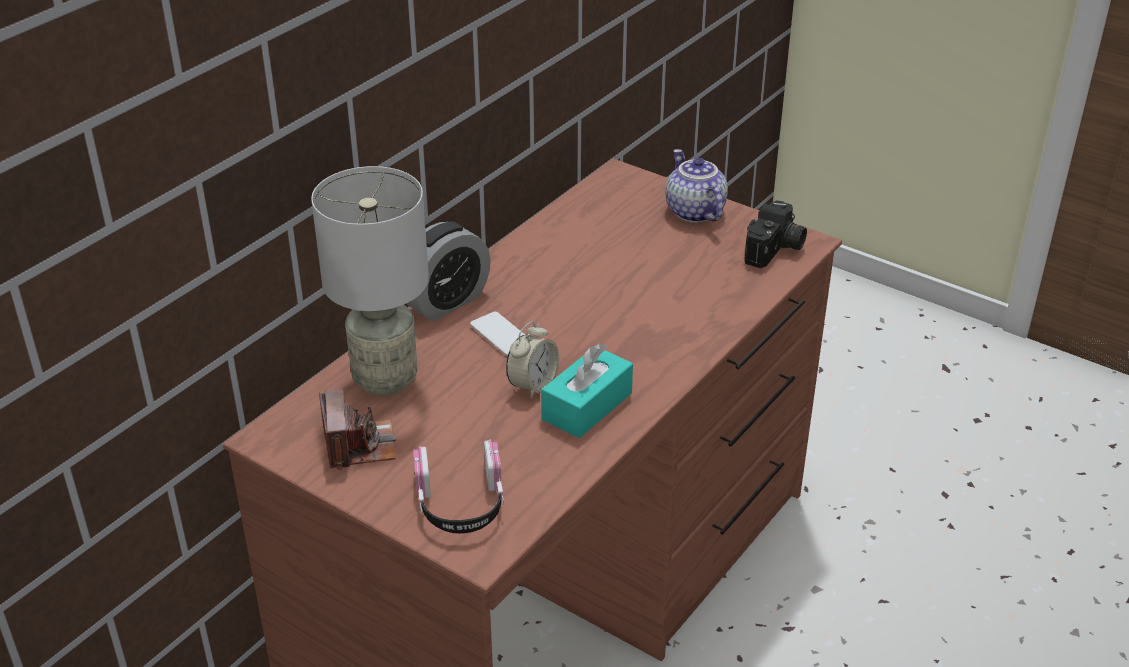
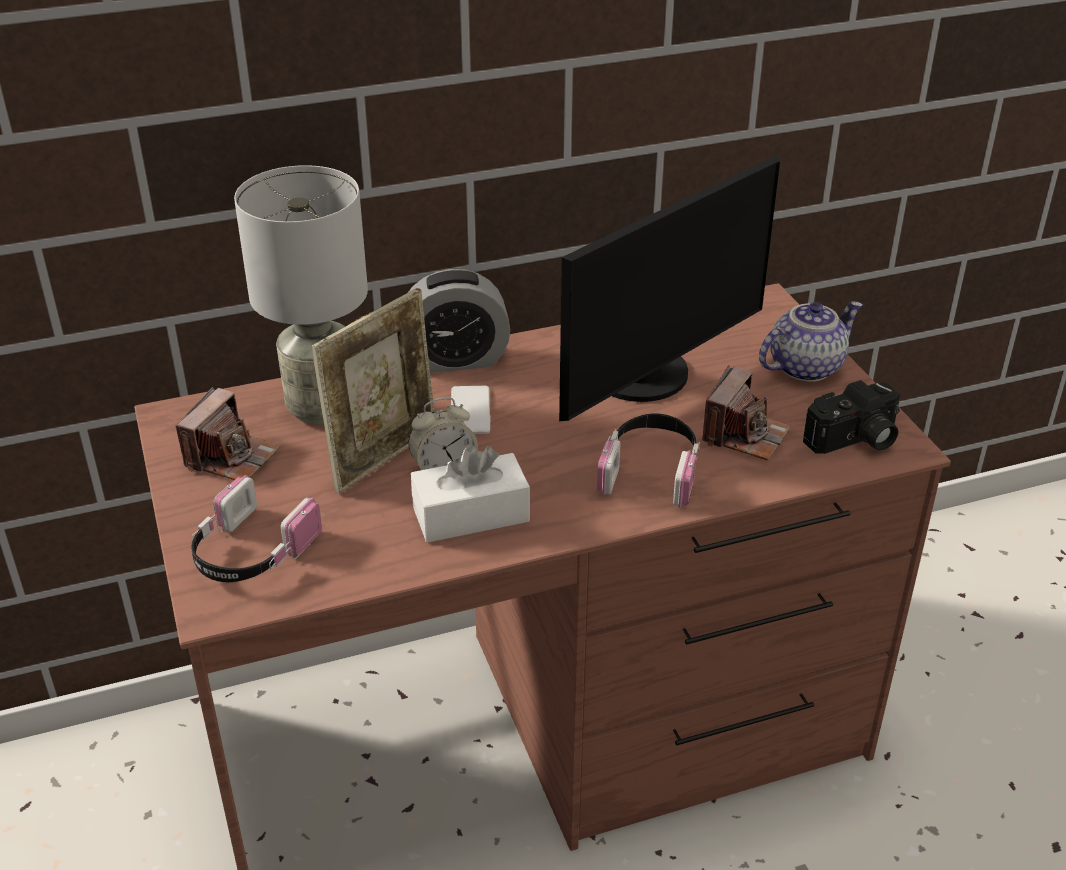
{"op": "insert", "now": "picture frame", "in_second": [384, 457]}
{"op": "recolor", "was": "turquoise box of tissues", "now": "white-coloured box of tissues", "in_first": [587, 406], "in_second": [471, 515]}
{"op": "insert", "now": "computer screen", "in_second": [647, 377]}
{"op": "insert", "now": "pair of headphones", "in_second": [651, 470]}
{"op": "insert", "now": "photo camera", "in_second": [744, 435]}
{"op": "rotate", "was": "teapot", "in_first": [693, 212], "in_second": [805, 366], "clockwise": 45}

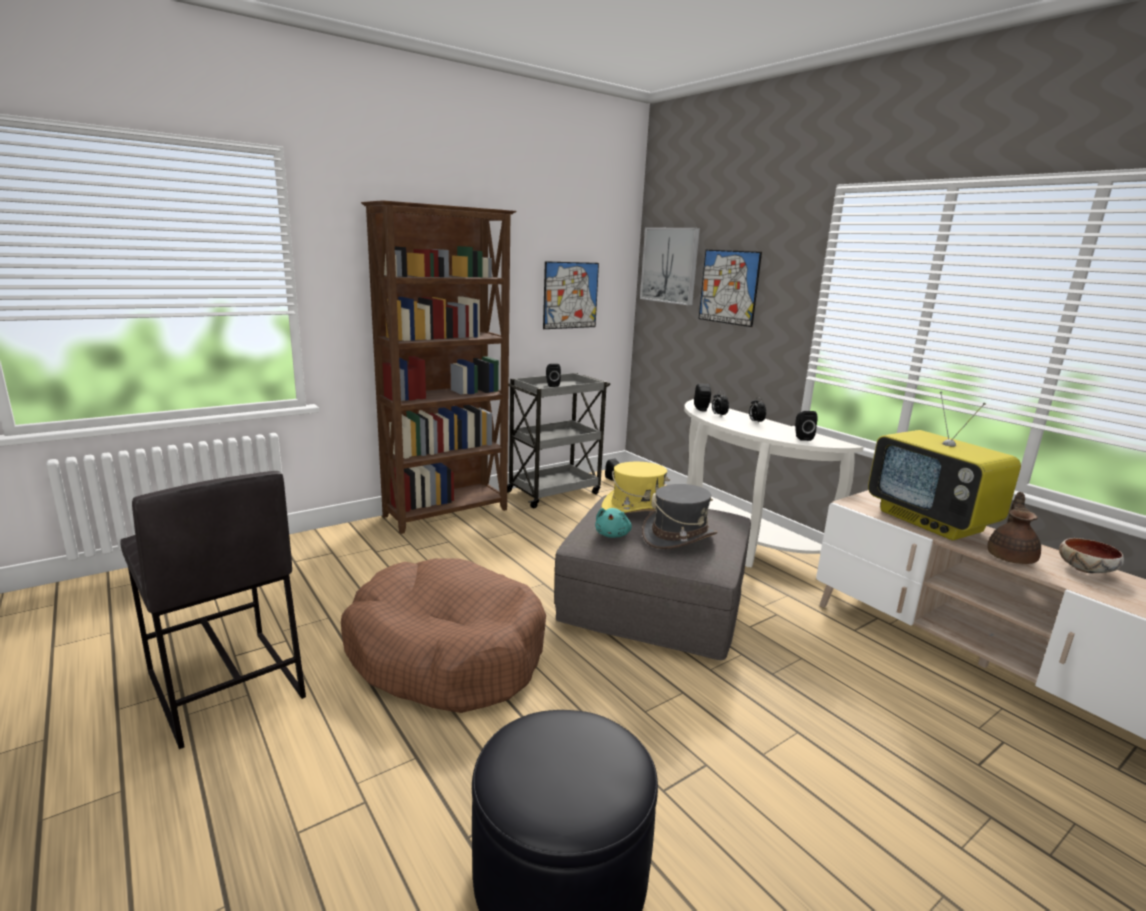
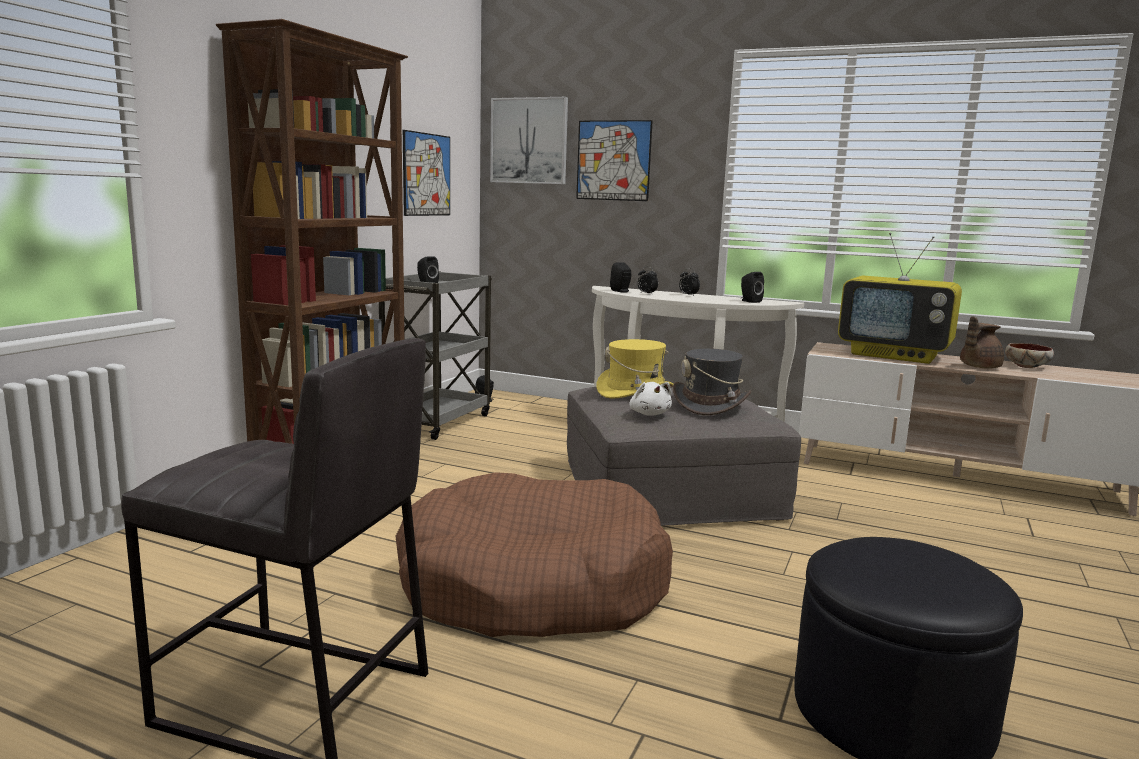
{"op": "recolor", "was": "turquoise soft toy", "now": "white-coloured soft toy", "in_first": [612, 534], "in_second": [649, 414]}
{"op": "rotate", "was": "brown teapot", "in_first": [1011, 557], "in_second": [978, 367], "clockwise": -120}

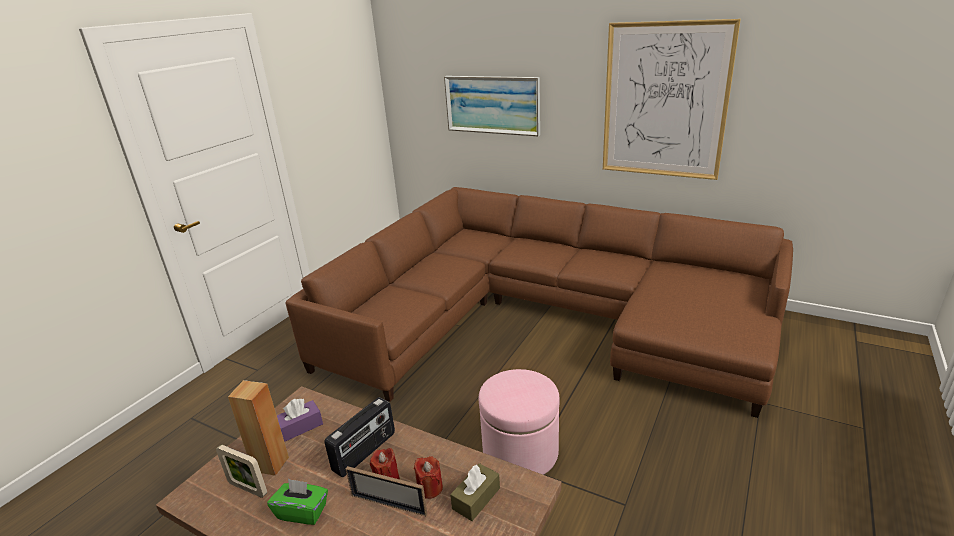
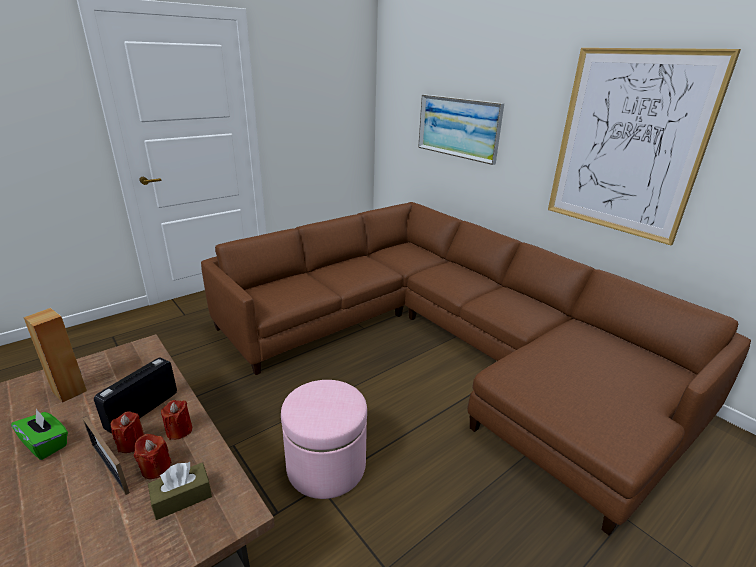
{"op": "rotate", "was": "radio receiver", "in_first": [365, 452], "in_second": [142, 410], "clockwise": 150}
{"op": "insert", "now": "red wax candle", "in_second": [179, 430]}
{"op": "delete", "was": "picture frame", "in_first": [248, 489]}
{"op": "delete", "was": "purple-coloured box of tissues", "in_first": [300, 427]}

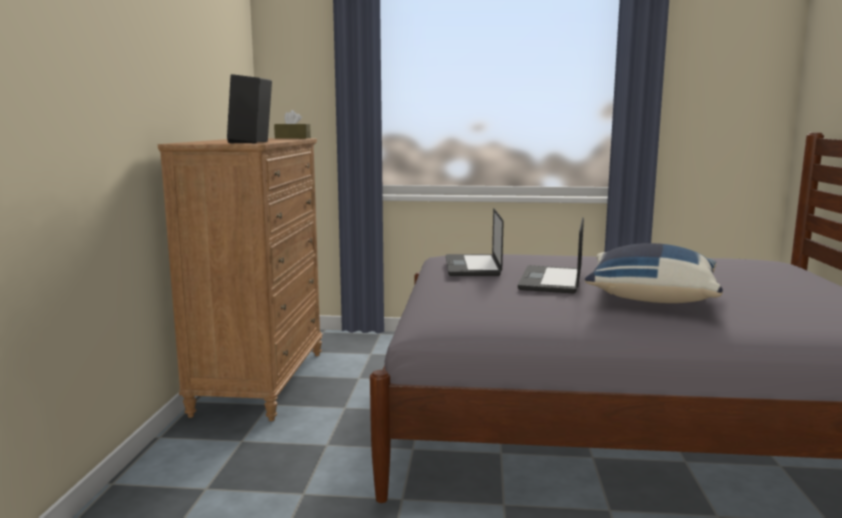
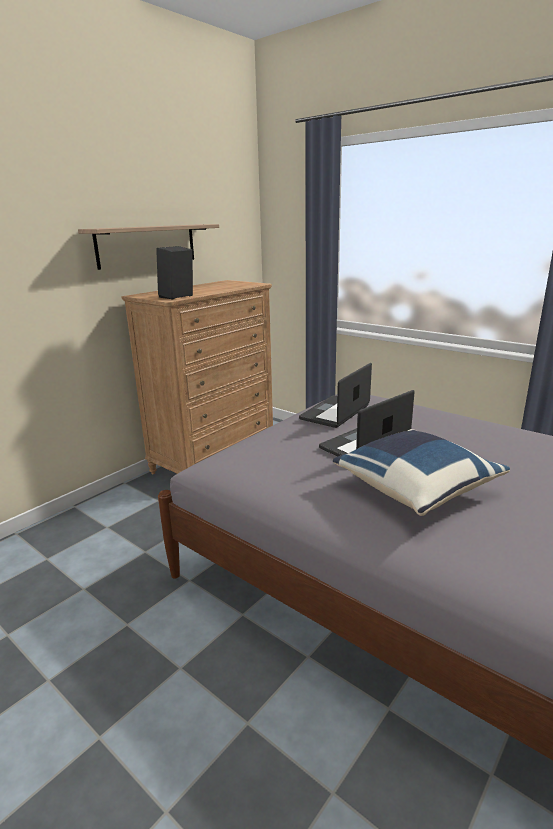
{"op": "insert", "now": "bracket shelf", "in_second": [147, 245]}
{"op": "delete", "was": "brown box of tissues", "in_first": [292, 138]}

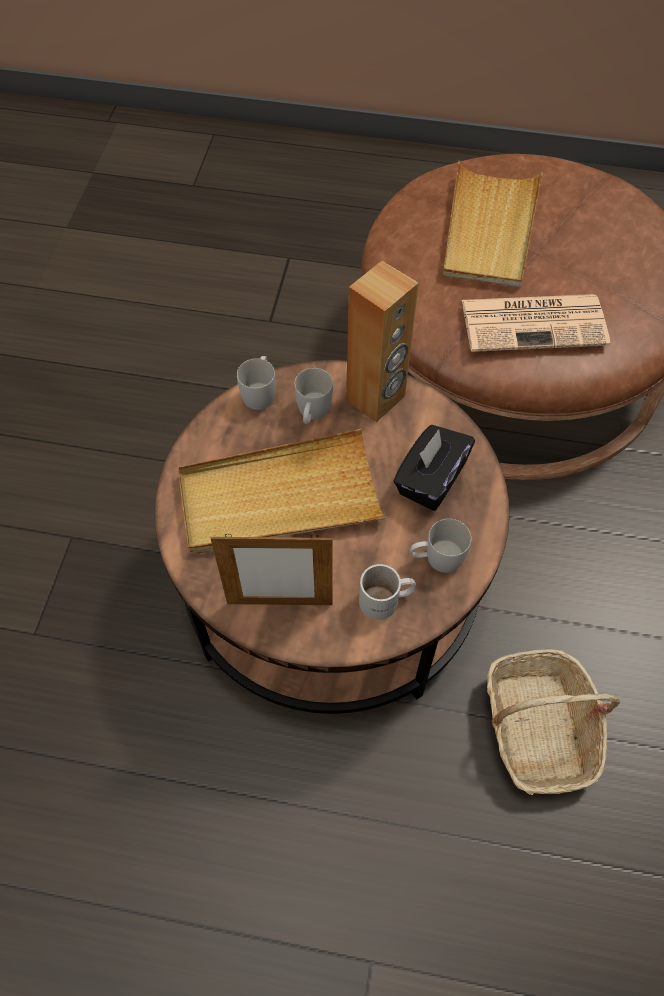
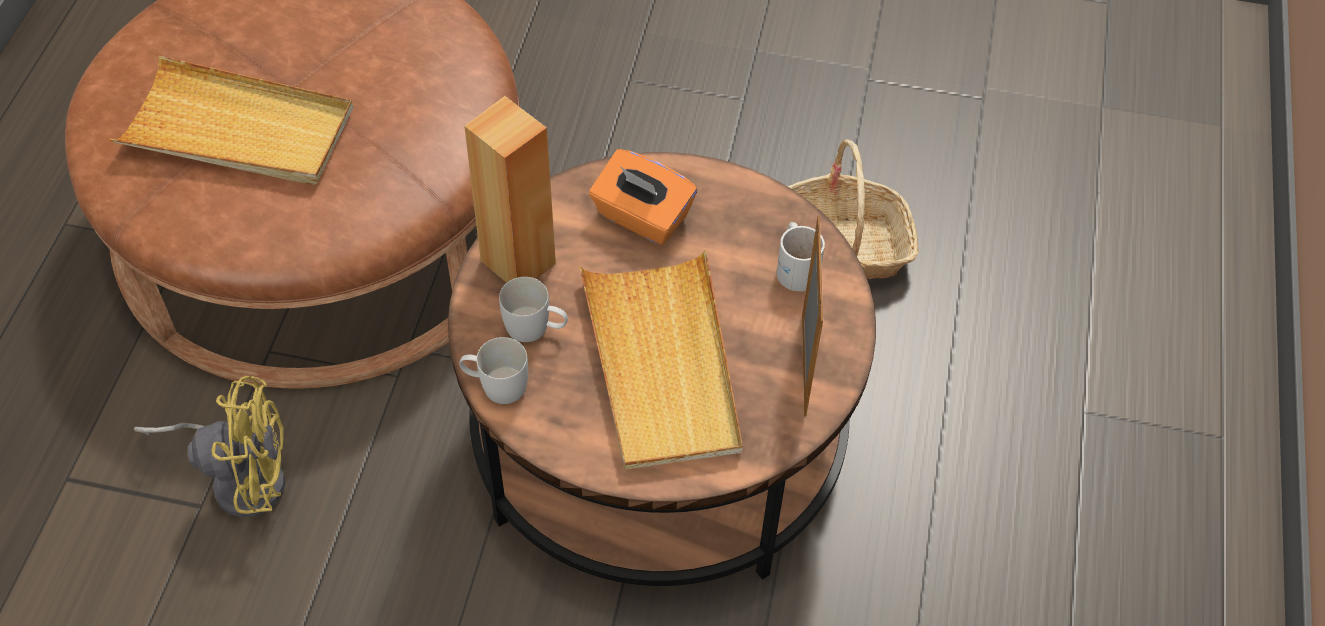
{"op": "insert", "now": "yellow-coloured electric fan", "in_second": [240, 477]}
{"op": "recolor", "was": "black box of tissues", "now": "orange box of tissues", "in_first": [430, 480], "in_second": [642, 217]}
{"op": "delete", "was": "white-coloured tea mug", "in_first": [436, 558]}
{"op": "delete", "was": "printed paper", "in_first": [535, 322]}

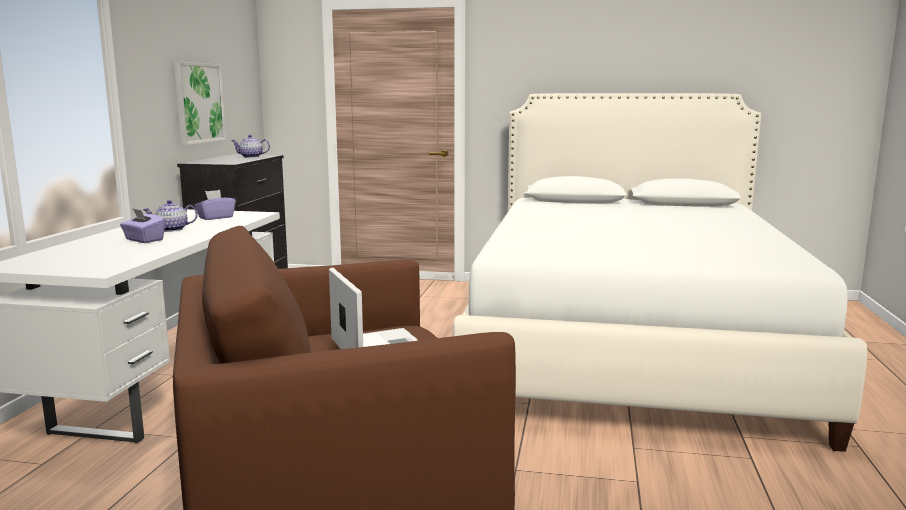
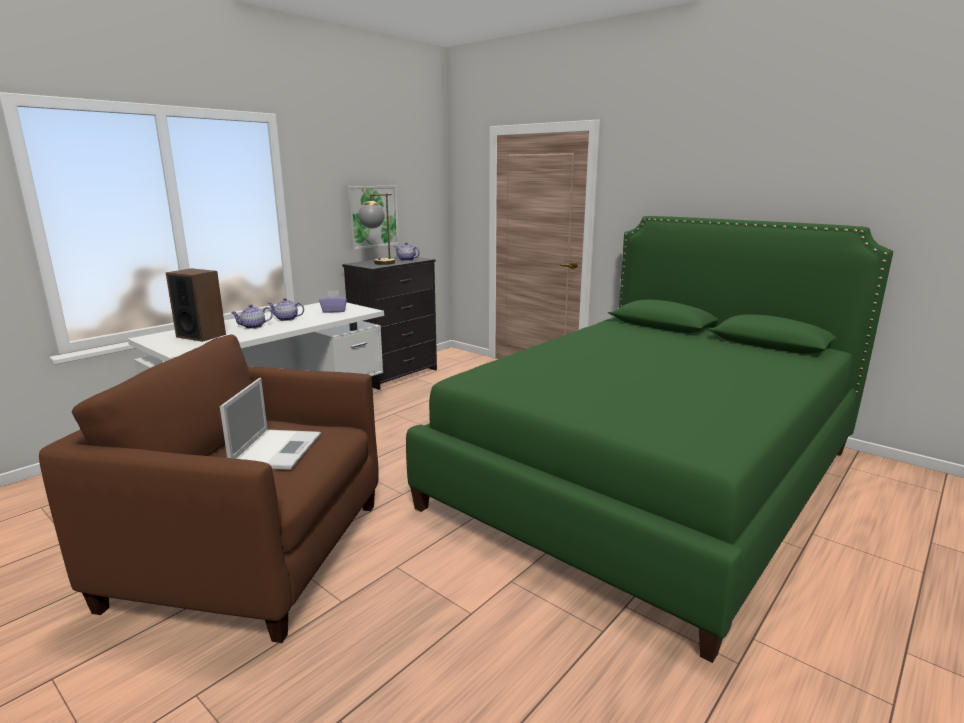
{"op": "insert", "now": "speaker", "in_second": [201, 335]}
{"op": "replace", "was": "purple-coloured box of tissues", "now": "teapot", "in_first": [144, 240], "in_second": [253, 326]}
{"op": "insert", "now": "tabletop lamp", "in_second": [378, 264]}
{"op": "recolor", "was": "white-coloured sleeping bed", "now": "green-coloured sleeping bed", "in_first": [629, 344], "in_second": [649, 477]}

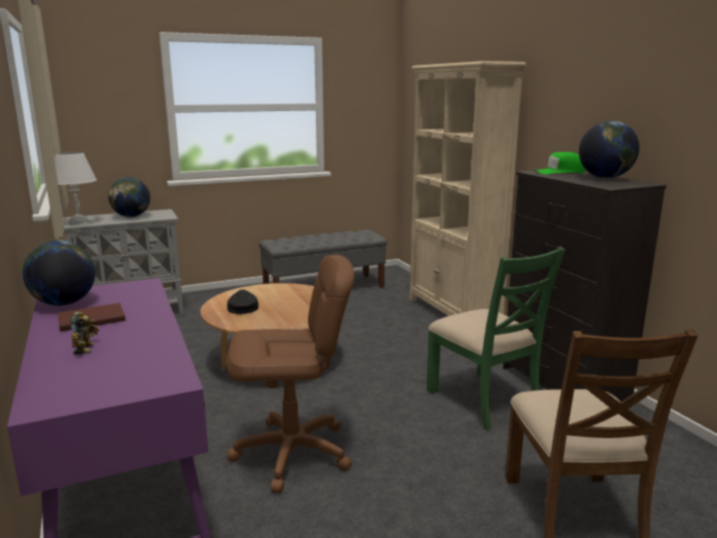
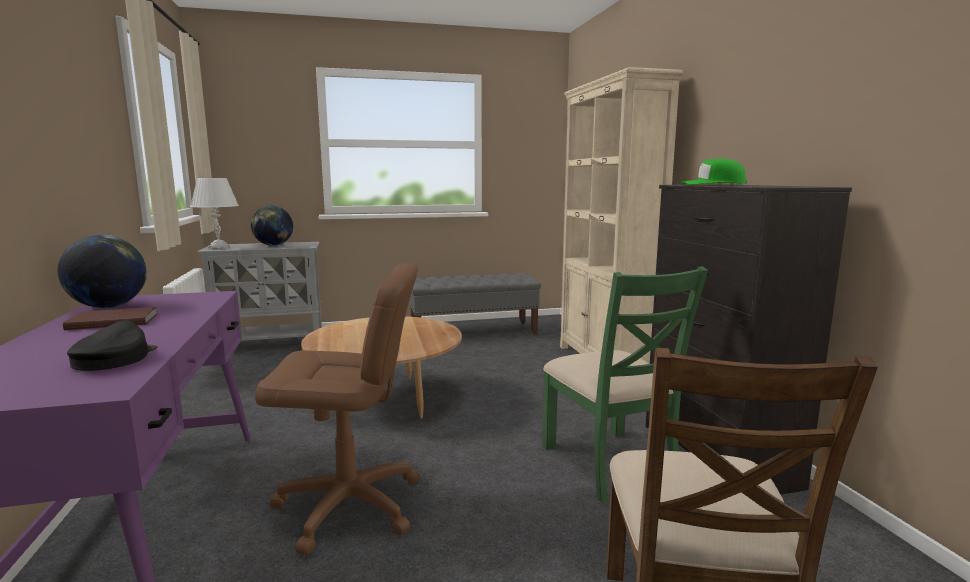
{"op": "move", "was": "black peaked cap", "in_first": [242, 308], "in_second": [114, 358]}
{"op": "delete", "was": "toy robot", "in_first": [86, 348]}
{"op": "delete", "was": "world globe", "in_first": [605, 178]}

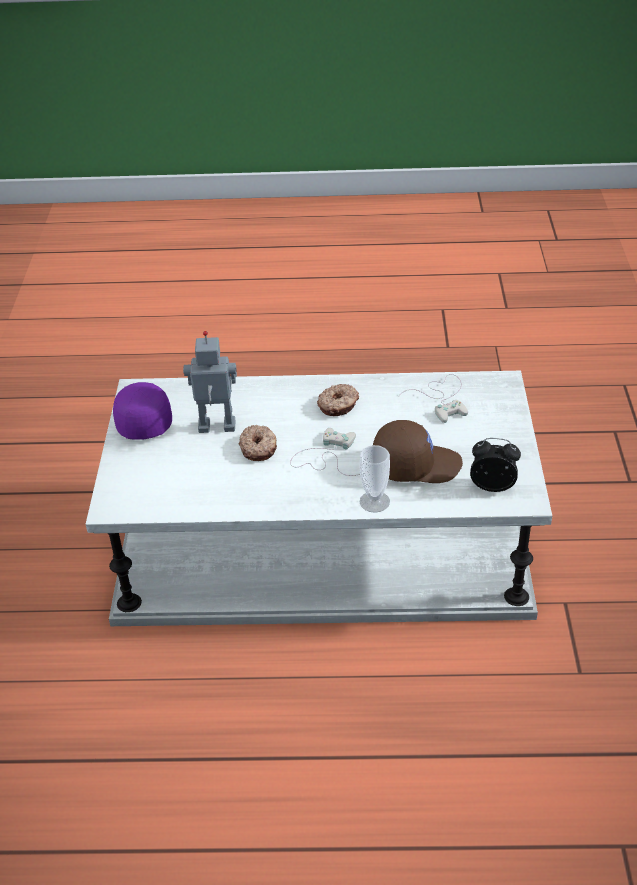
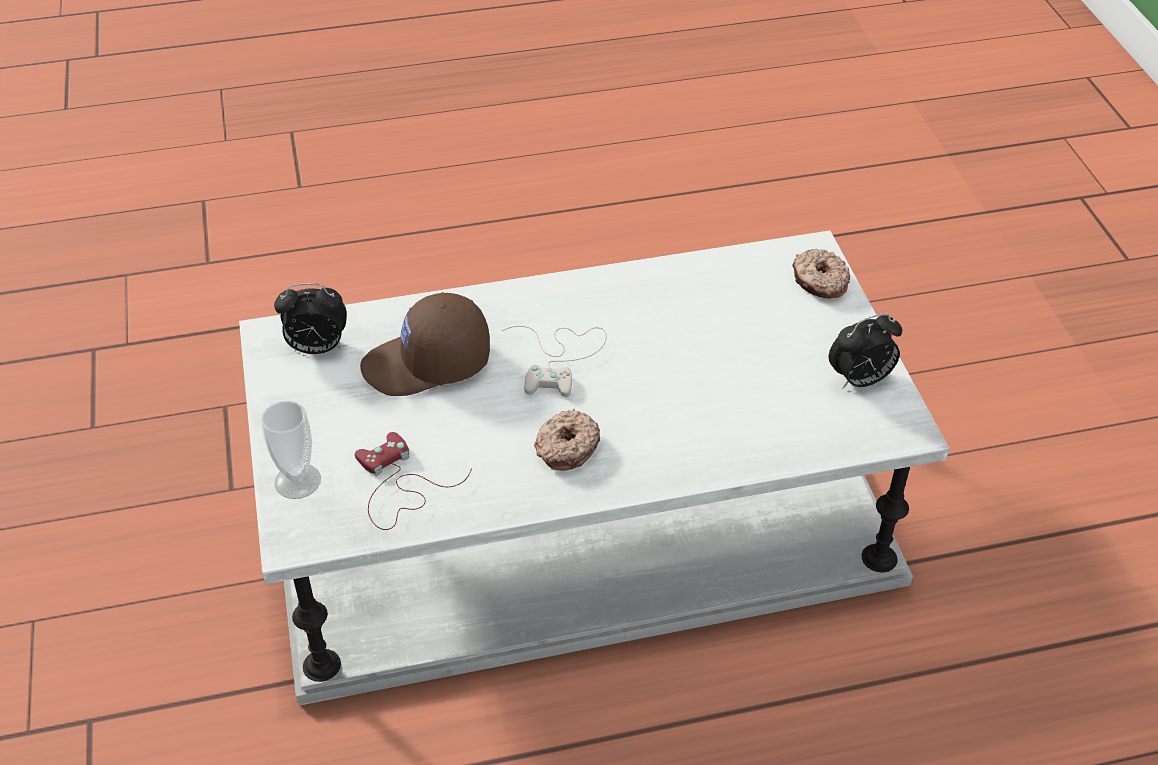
{"op": "move", "was": "small cup", "in_first": [374, 501], "in_second": [297, 481]}
{"op": "recolor", "was": "white-coloured gamepad", "now": "red gamepad", "in_first": [442, 398], "in_second": [399, 486]}
{"op": "move", "was": "donut", "in_first": [259, 448], "in_second": [819, 281]}
{"op": "replace", "was": "purple-coloured peaked cap", "now": "alarm clock", "in_first": [142, 418], "in_second": [860, 380]}
{"op": "delete", "was": "toy robot", "in_first": [216, 428]}

